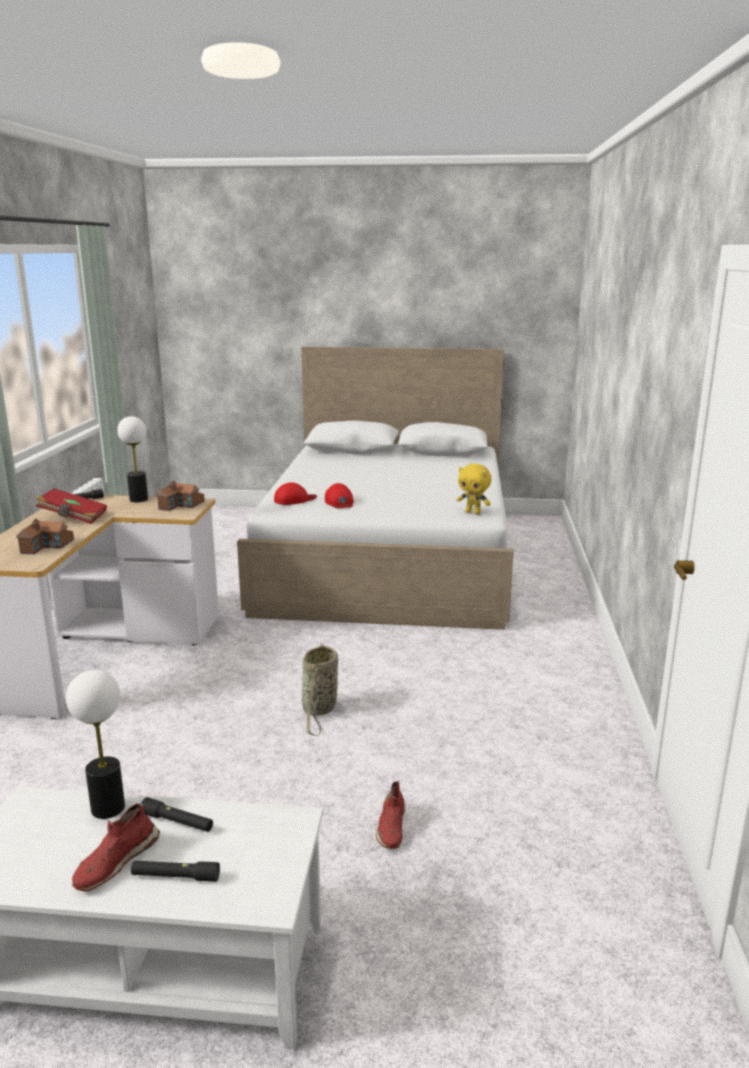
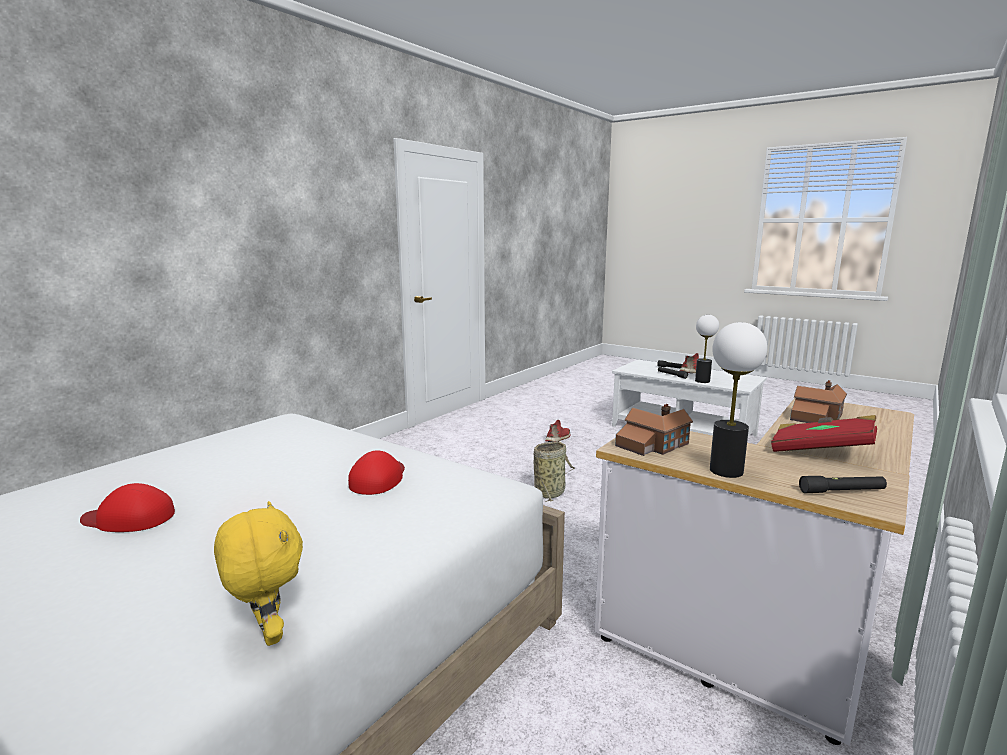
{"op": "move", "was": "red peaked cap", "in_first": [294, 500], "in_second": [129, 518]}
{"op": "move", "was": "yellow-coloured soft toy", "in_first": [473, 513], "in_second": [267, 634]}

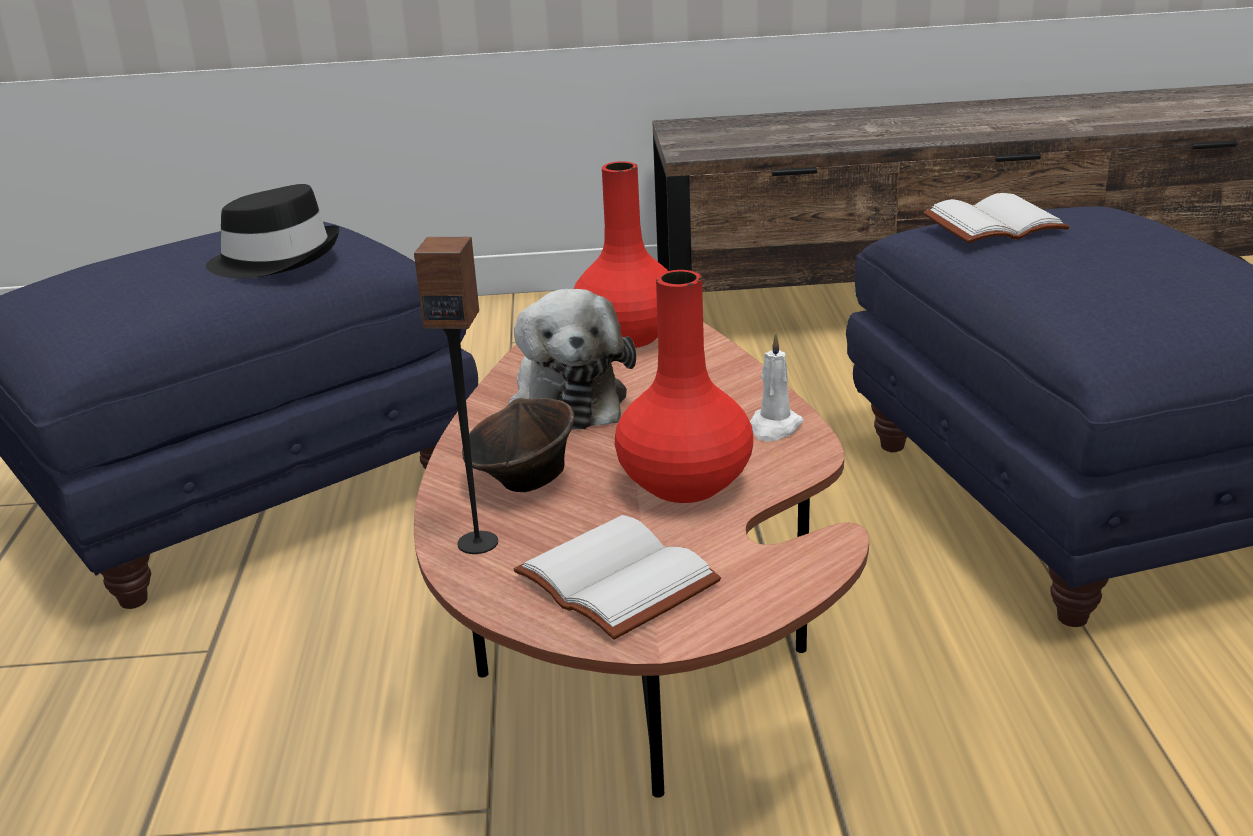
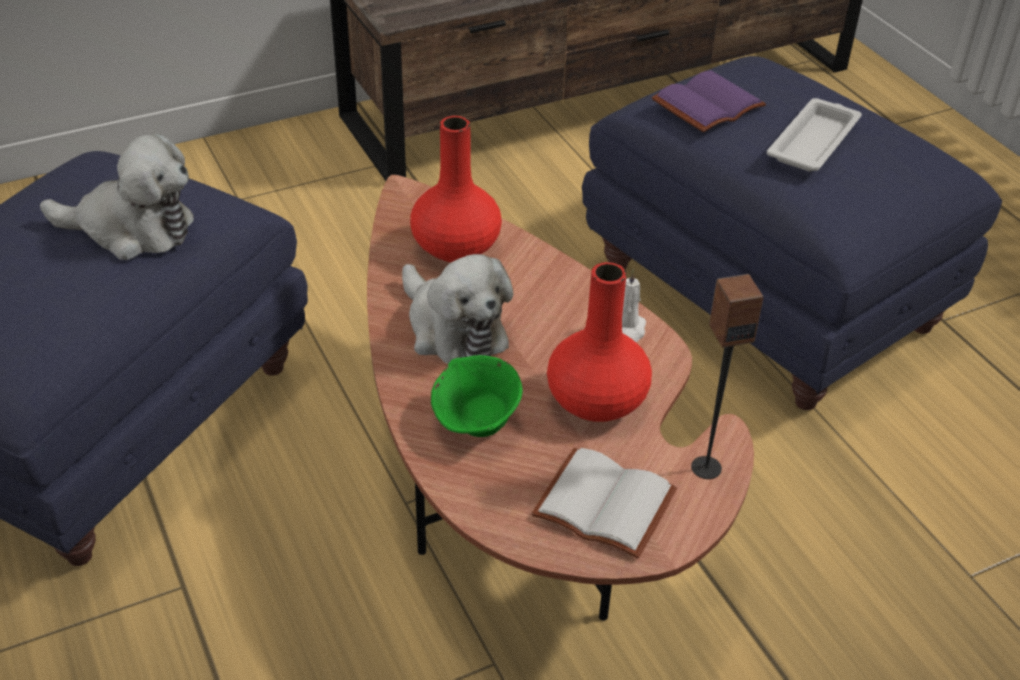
{"op": "replace", "was": "black clothing hat", "now": "soft toy", "in_first": [276, 258], "in_second": [132, 229]}
{"op": "recolor", "was": "brown bowl", "now": "green-coloured bowl", "in_first": [524, 482], "in_second": [477, 424]}
{"op": "recolor", "was": "white-coloured volume", "now": "purple-coloured volume", "in_first": [994, 223], "in_second": [707, 103]}
{"op": "move", "was": "speaker", "in_first": [478, 542], "in_second": [706, 467]}
{"op": "insert", "now": "white-coloured carrying tray", "in_second": [814, 141]}

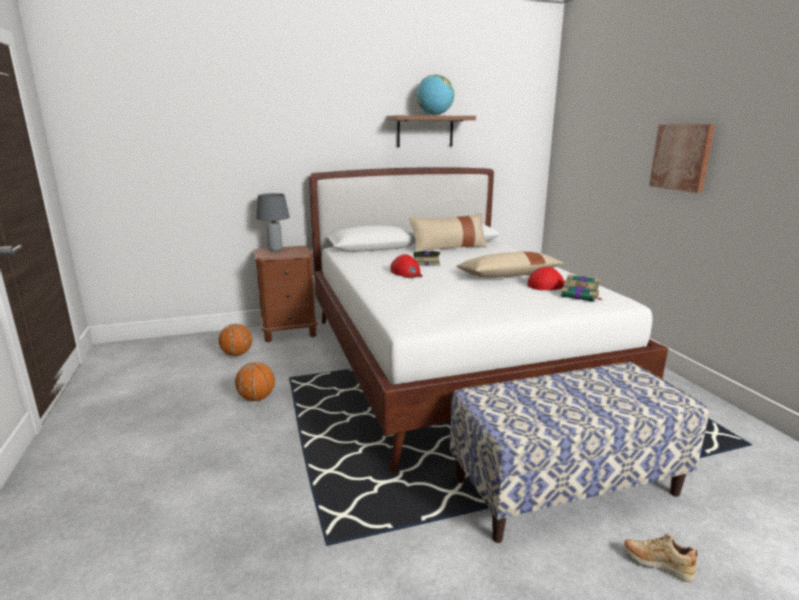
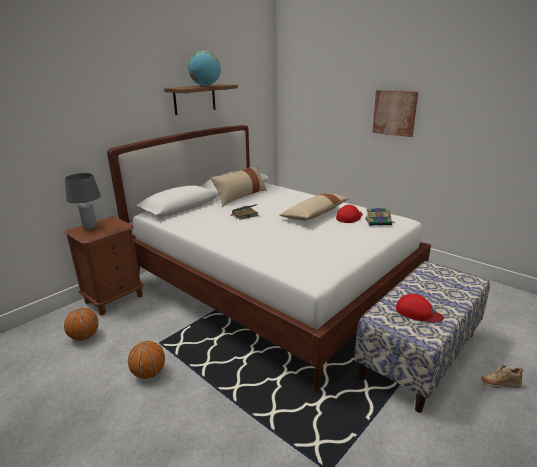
{"op": "move", "was": "red peaked cap", "in_first": [407, 273], "in_second": [418, 312]}

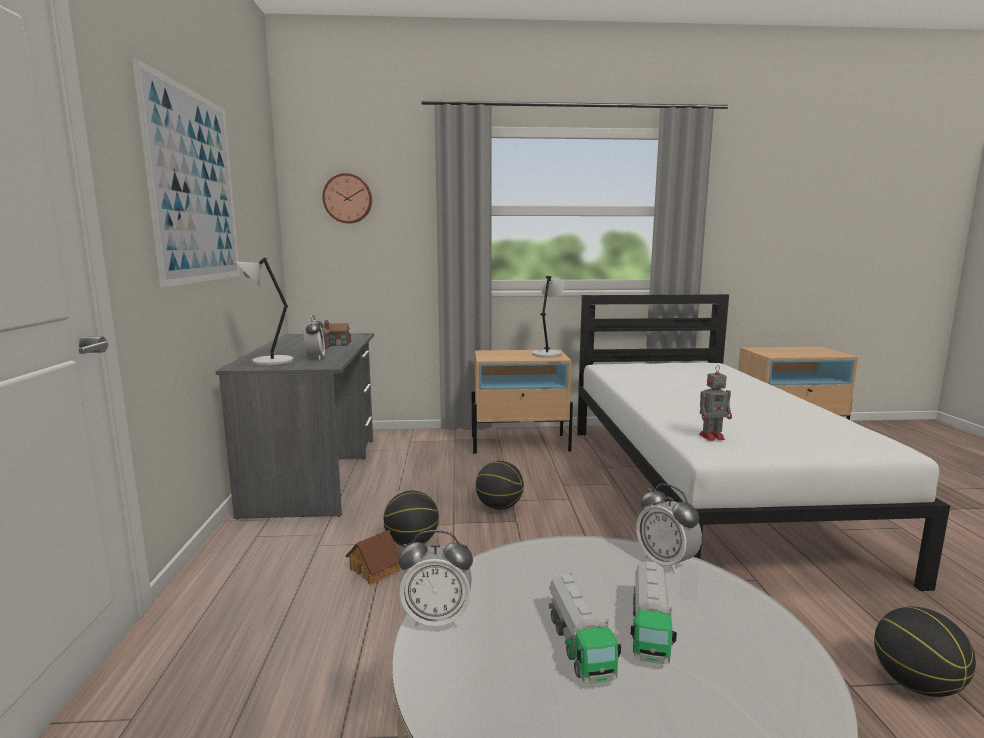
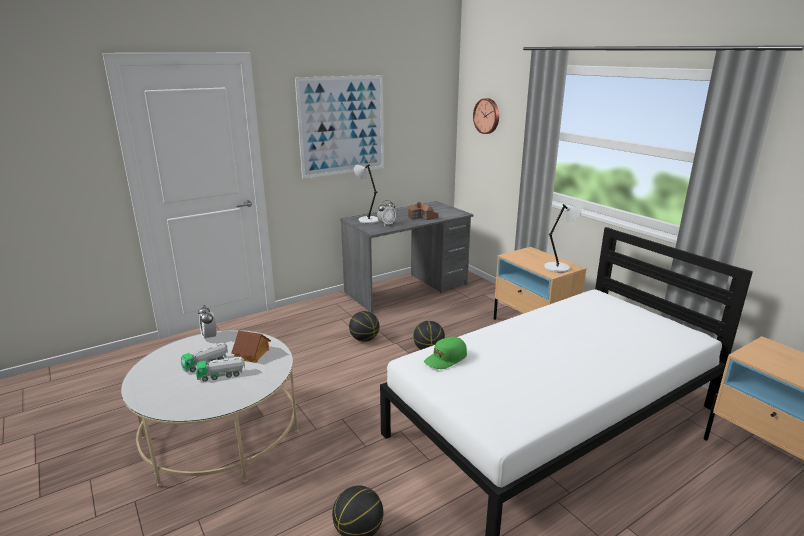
{"op": "move", "was": "model house", "in_first": [375, 569], "in_second": [252, 354]}
{"op": "replace", "was": "toy robot", "now": "green-coloured peaked cap", "in_first": [713, 436], "in_second": [445, 359]}
{"op": "delete", "was": "alarm clock", "in_first": [666, 562]}

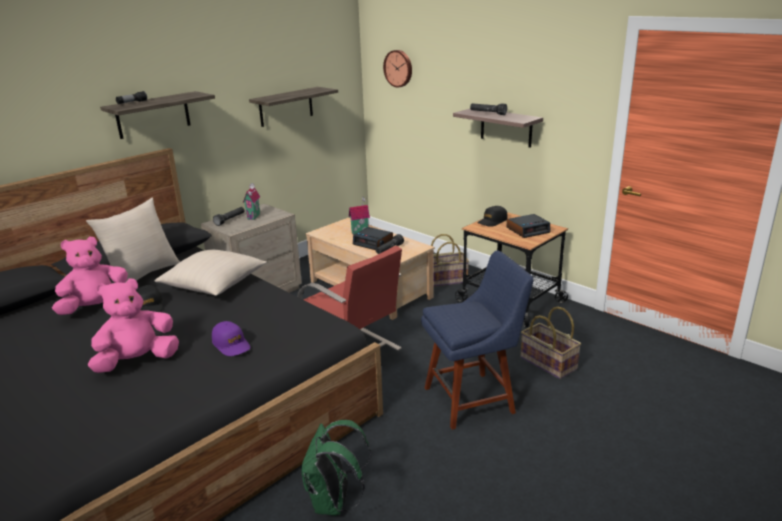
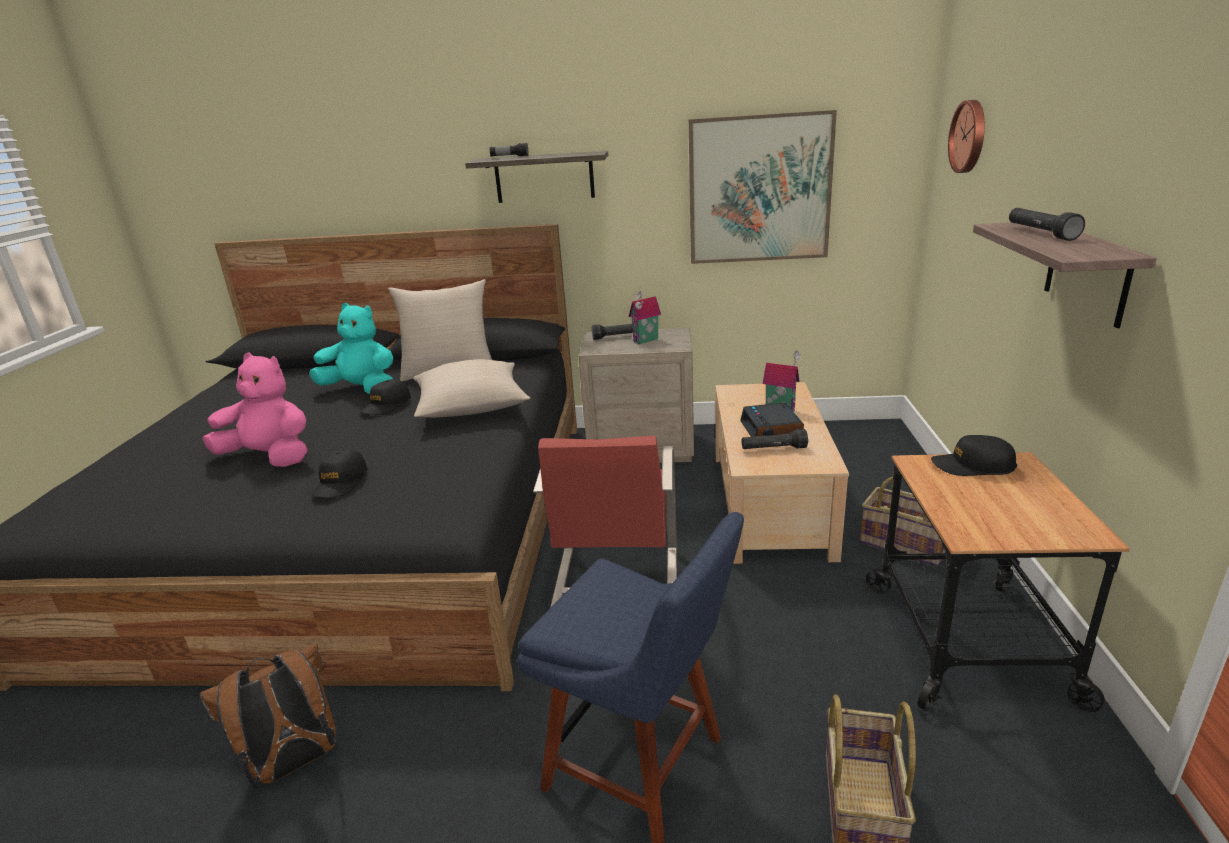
{"op": "recolor", "was": "green-coloured backpack", "now": "brown backpack", "in_first": [334, 503], "in_second": [294, 763]}
{"op": "recolor", "was": "pinkish soft toy", "now": "turquoise soft toy", "in_first": [97, 308], "in_second": [361, 390]}
{"op": "recolor", "was": "purple-coloured peaked cap", "now": "black peaked cap", "in_first": [231, 344], "in_second": [341, 483]}
{"op": "replace", "was": "bracket shelf", "now": "picture", "in_first": [286, 106], "in_second": [759, 189]}
{"op": "delete", "was": "alarm clock", "in_first": [528, 230]}

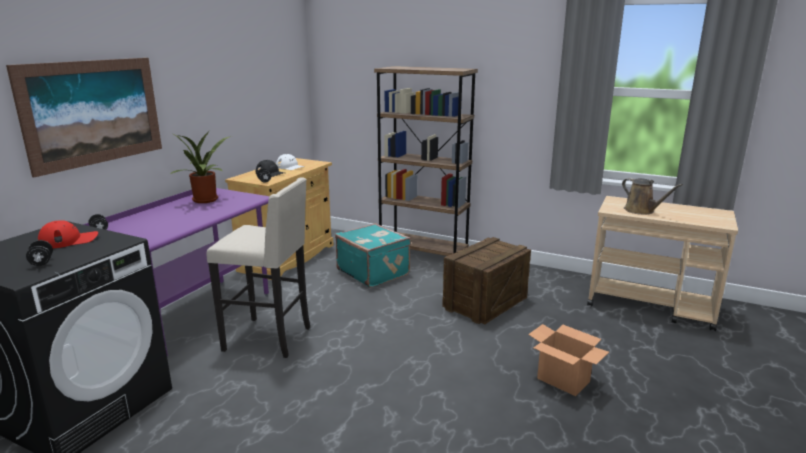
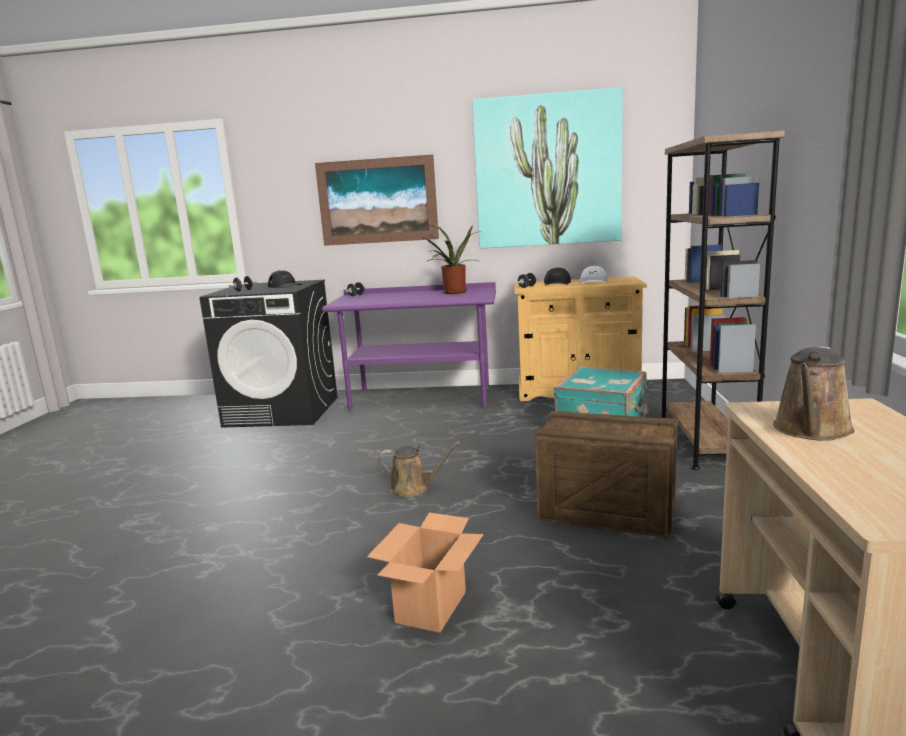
{"op": "recolor", "was": "red peaked cap", "now": "black peaked cap", "in_first": [69, 240], "in_second": [285, 286]}
{"op": "insert", "now": "brown sprinkling can", "in_second": [413, 488]}
{"op": "insert", "now": "picture", "in_second": [547, 171]}
{"op": "delete", "was": "sand-coloured sitting stool", "in_first": [270, 339]}

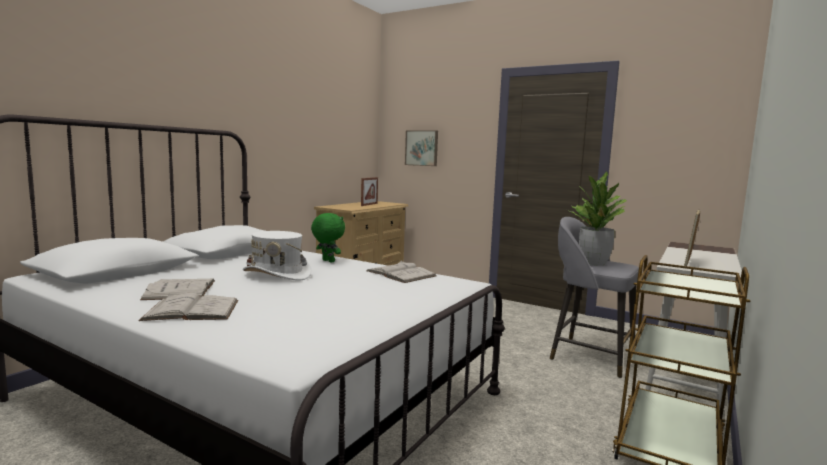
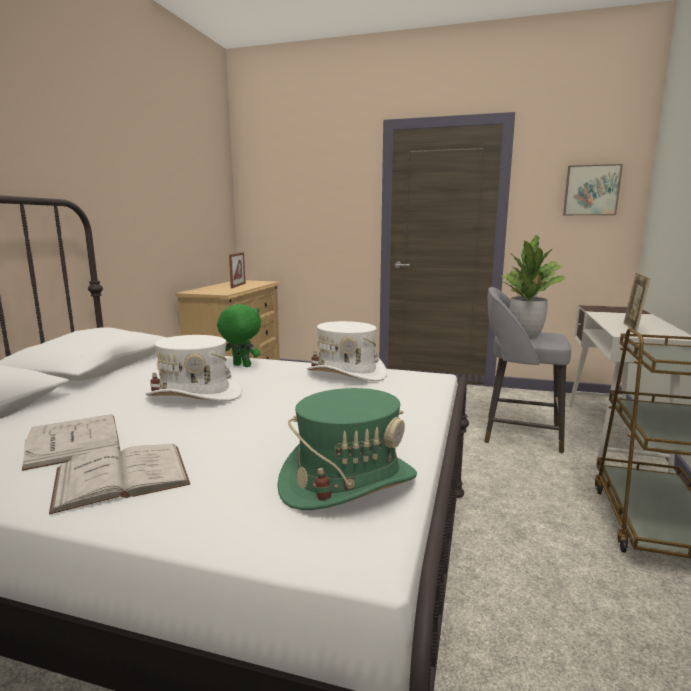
{"op": "insert", "now": "green-coloured clothing hat", "in_second": [348, 482]}
{"op": "replace", "was": "white-coloured volume", "now": "white-coloured clothing hat", "in_first": [401, 273], "in_second": [346, 373]}
{"op": "move", "was": "picture", "in_first": [422, 148], "in_second": [591, 190]}

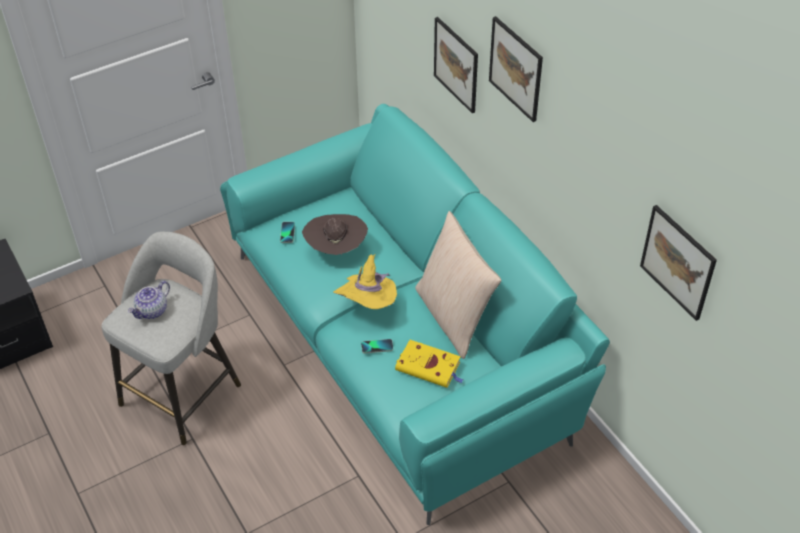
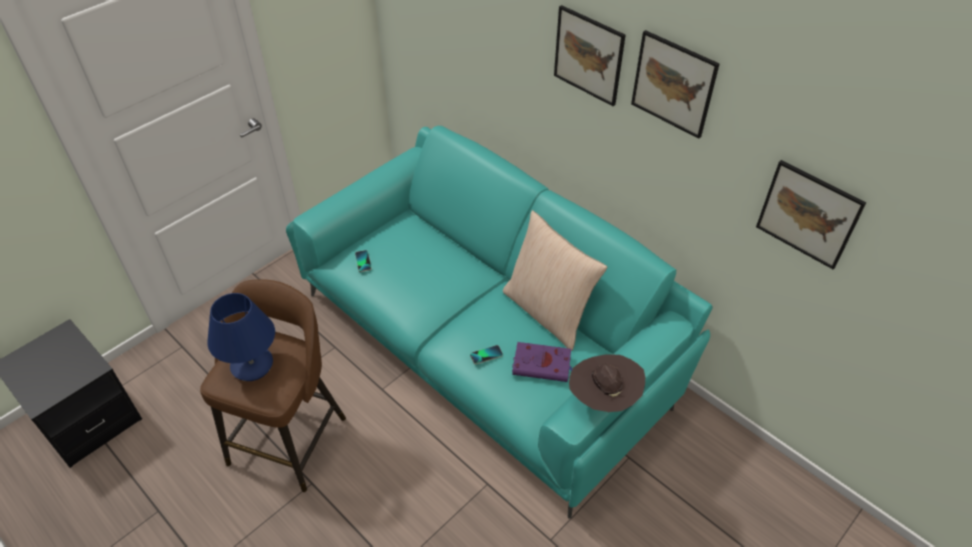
{"op": "recolor", "was": "grey sitting stool", "now": "brown sitting stool", "in_first": [183, 392], "in_second": [289, 437]}
{"op": "replace", "was": "teapot", "now": "bluish tabletop lamp", "in_first": [152, 311], "in_second": [252, 365]}
{"op": "recolor", "was": "yellow-coloured volume", "now": "purple-coloured volume", "in_first": [429, 367], "in_second": [543, 365]}
{"op": "move", "was": "brown clothing hat", "in_first": [336, 249], "in_second": [603, 398]}
{"op": "move", "was": "picture", "in_first": [456, 64], "in_second": [673, 84]}
{"op": "delete", "was": "yellow-coloured clothing hat", "in_first": [369, 305]}

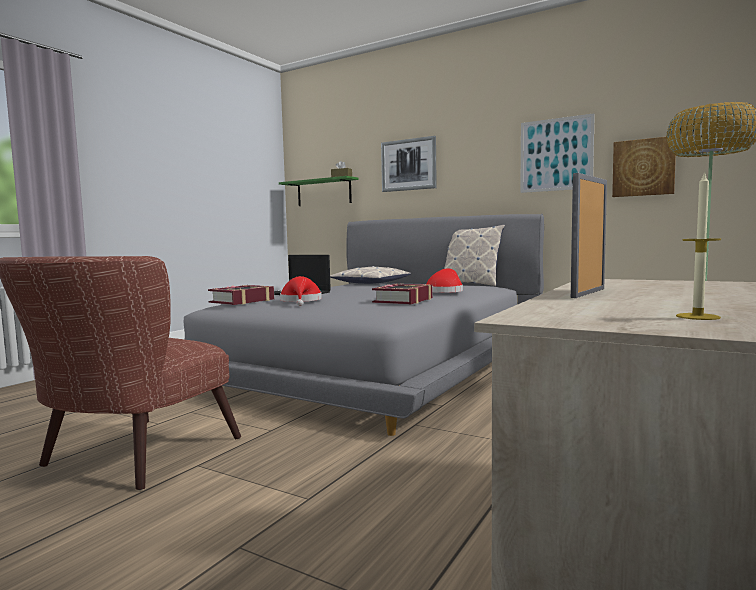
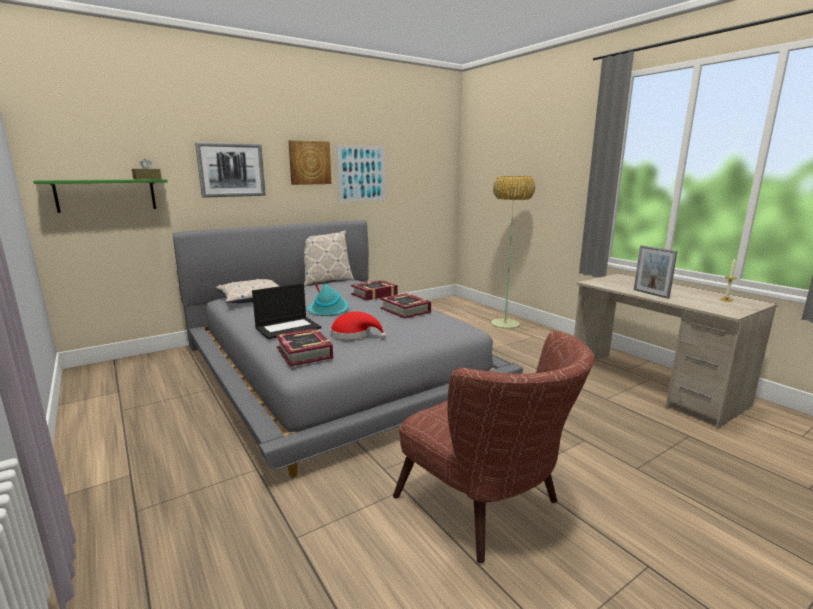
{"op": "move", "was": "picture", "in_first": [643, 167], "in_second": [309, 163]}
{"op": "insert", "now": "turquoise clothing hat", "in_second": [328, 310]}
{"op": "replace", "was": "red clothing hat", "now": "volume", "in_first": [445, 291], "in_second": [374, 294]}

